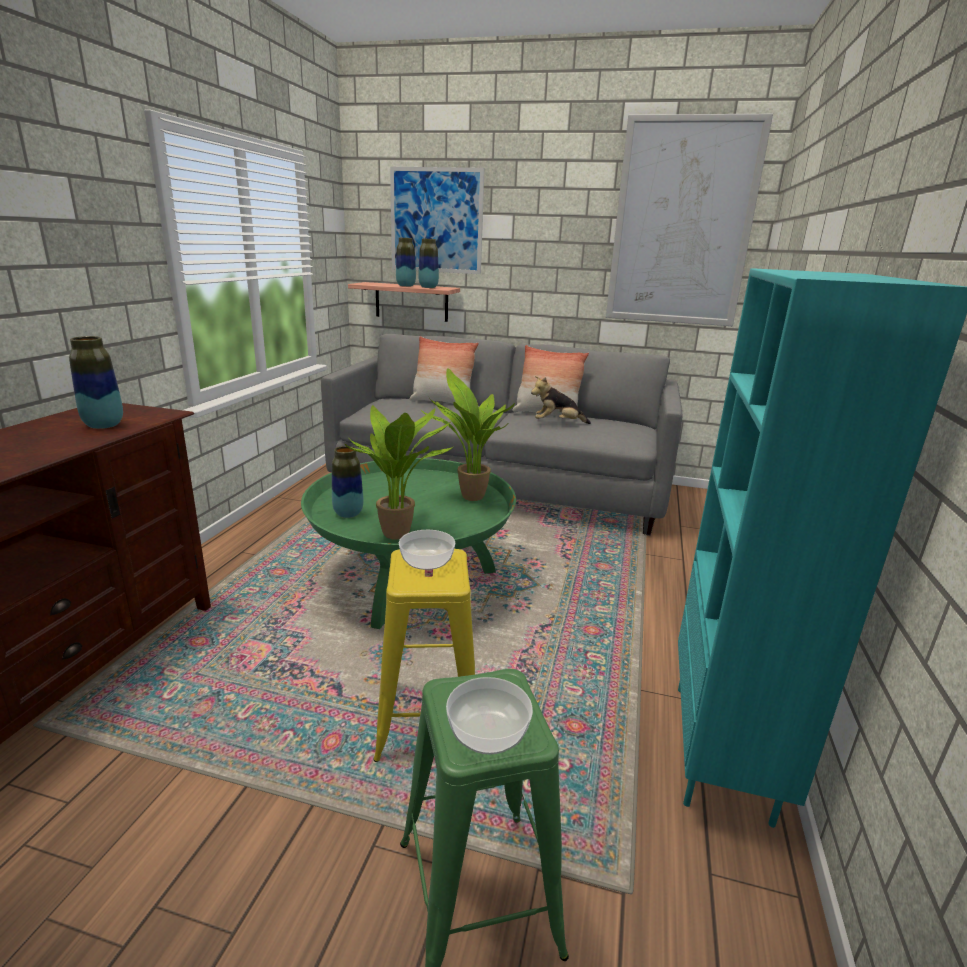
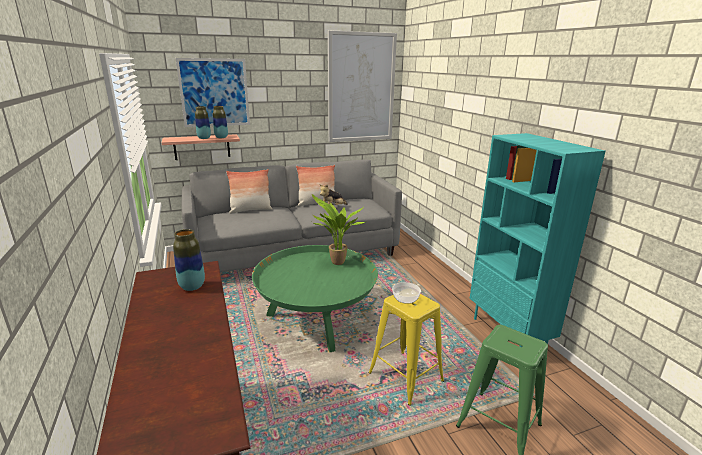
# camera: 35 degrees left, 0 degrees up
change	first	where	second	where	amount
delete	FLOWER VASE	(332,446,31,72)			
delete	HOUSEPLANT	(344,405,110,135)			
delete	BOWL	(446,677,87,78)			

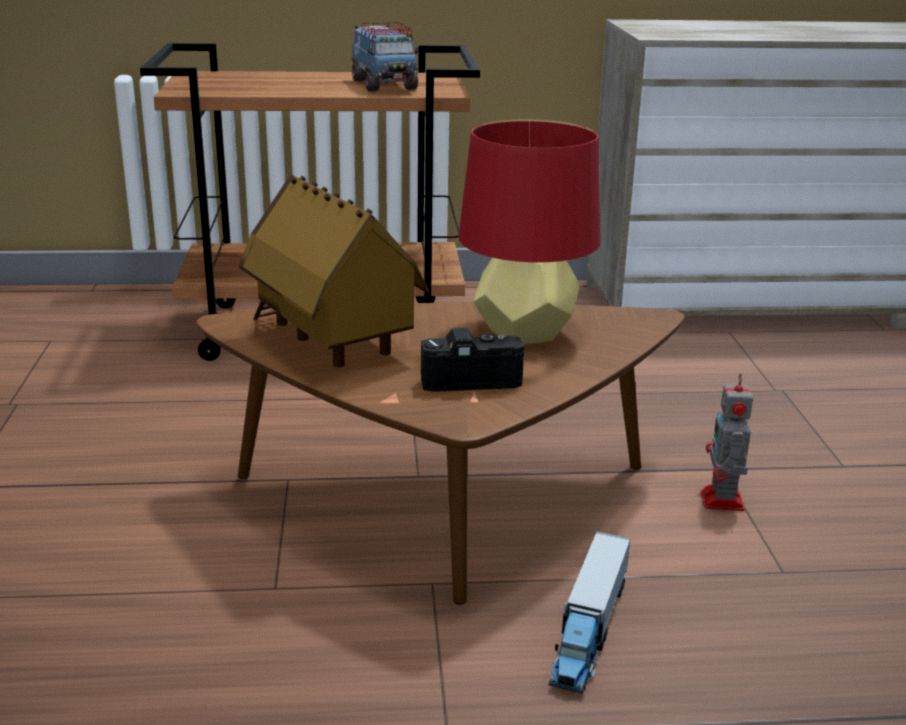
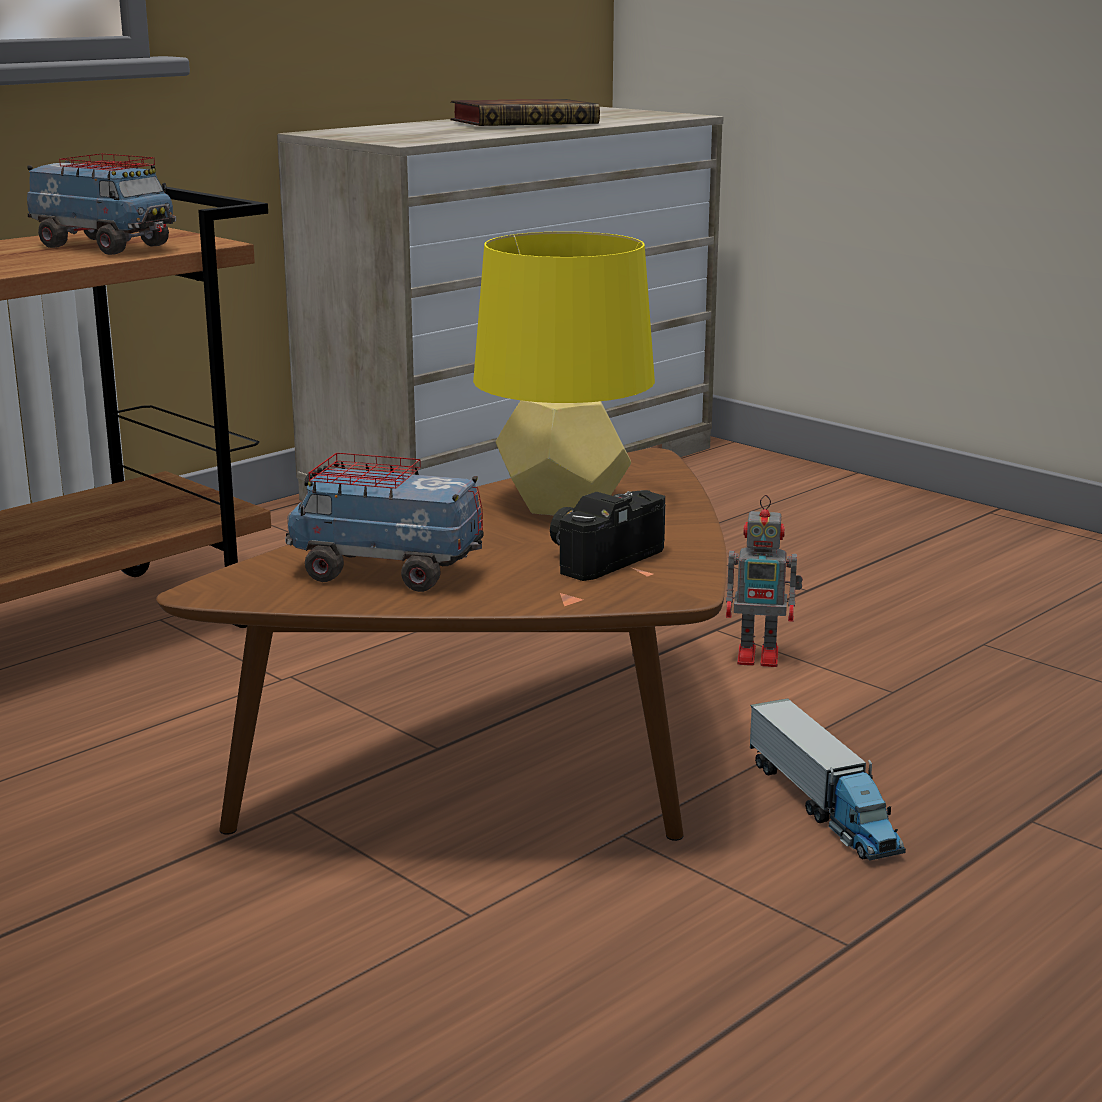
# camera: 40 degrees left, 5 degrees down
change	first	where	second	where	amount
replace	TOY HOUSE	(239,174,190,193)	TOY LORRY	(285,453,198,139)	
insert			BOOK	(450,99,150,27)	
recolor	RED-COLOURED LAMP FOR A TABLE	(458,119,142,225)	YELLOW-COLOURED LAMP FOR A TABLE	(473,232,182,284)	
rotate	TOY ROBOT	(701,373,52,138)		(726,495,77,172)	45 degrees counterclockwise

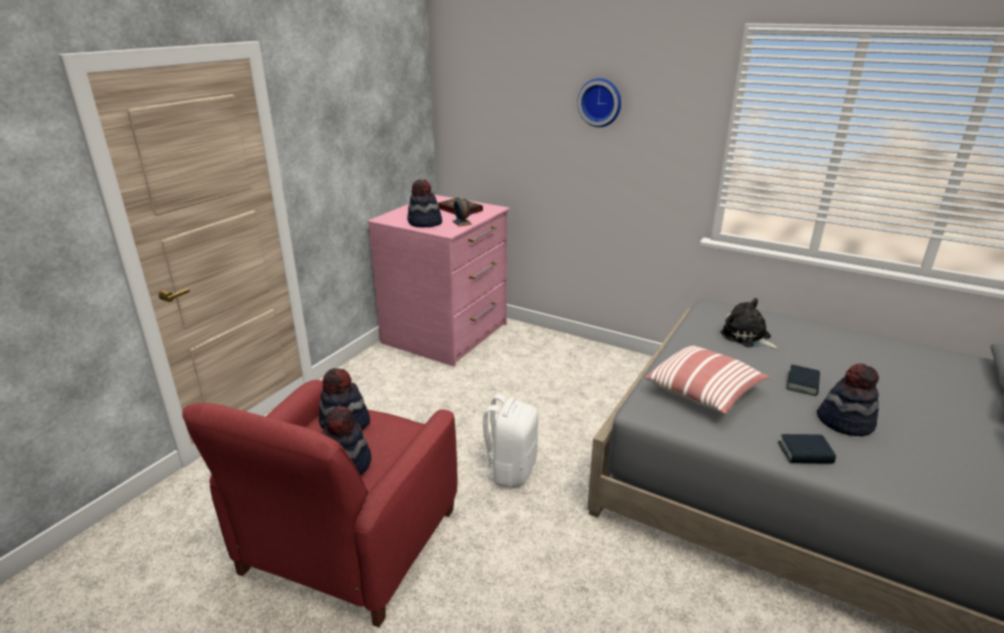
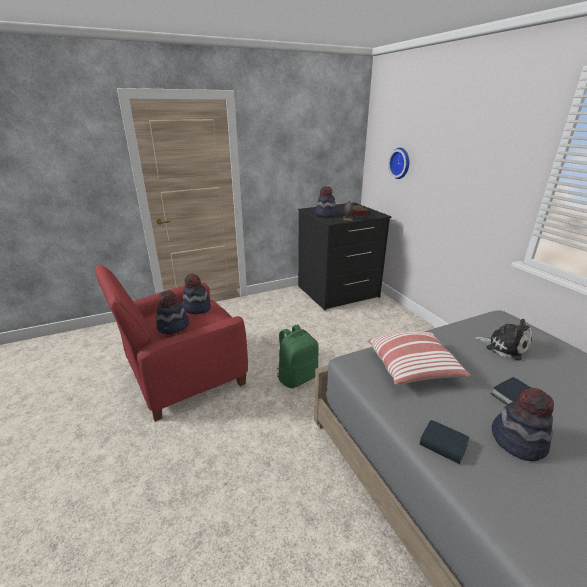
# camera: 35 degrees right, 0 degrees up
change	first	where	second	where	amount
recolor	WHITE KNAPSACK	(475,394,63,94)	GREENISH KNAPSACK	(277,324,42,64)	
recolor	PINKISH DRAWER CHEST	(367,195,143,172)	BLACK-COLOURED DRAWER CHEST	(298,202,93,108)	
move	HANGING CLOCK	(577,78,44,49)		(388,148,22,31)	
rotate	SOFT TOY	(720,298,60,51)		(474,319,58,42)	135 degrees clockwise

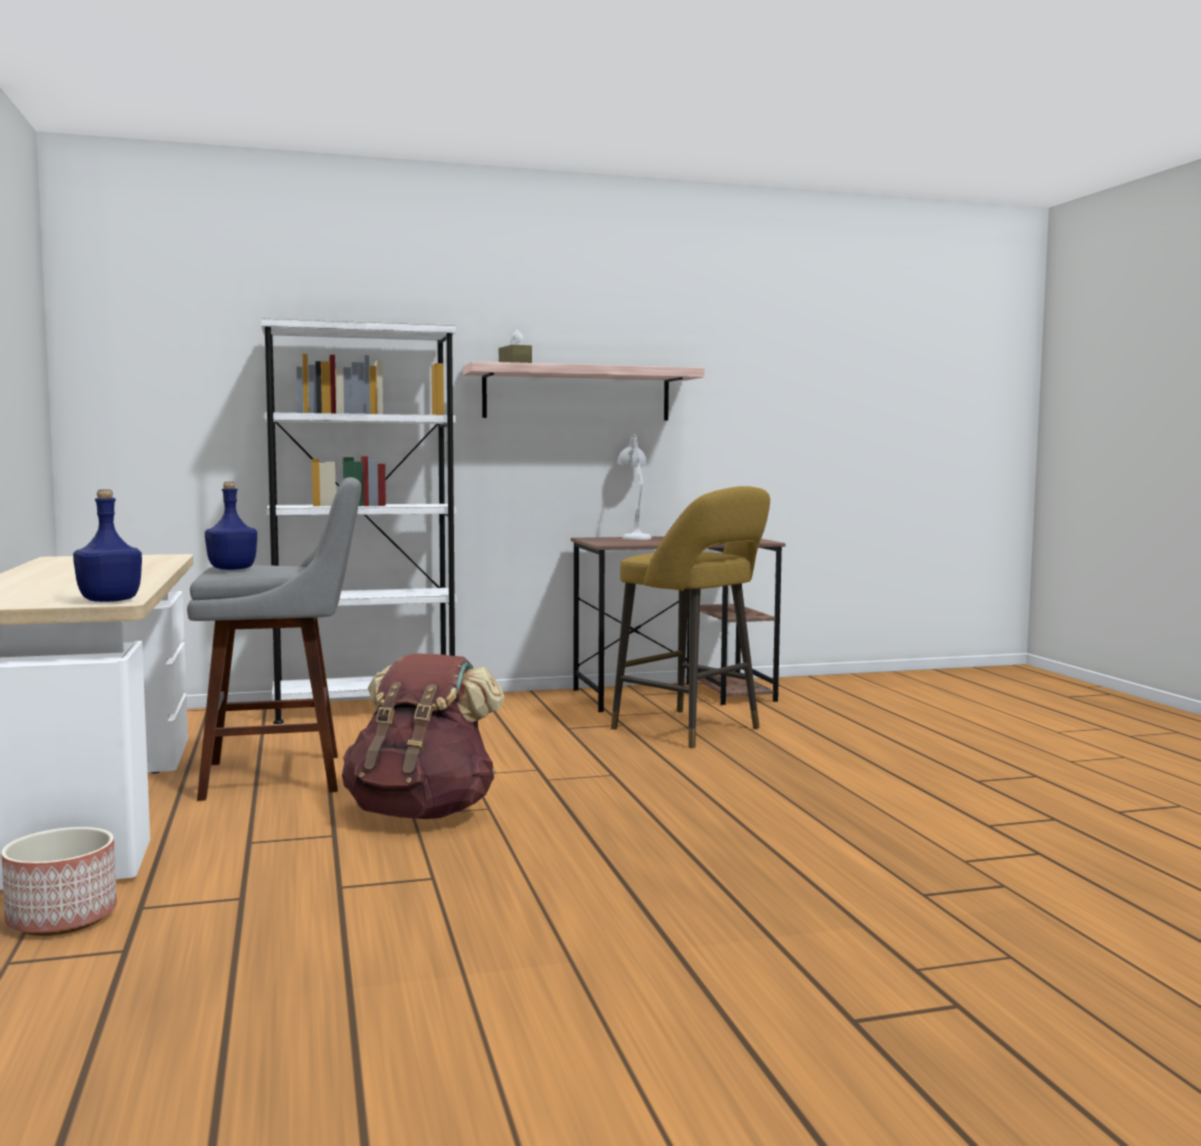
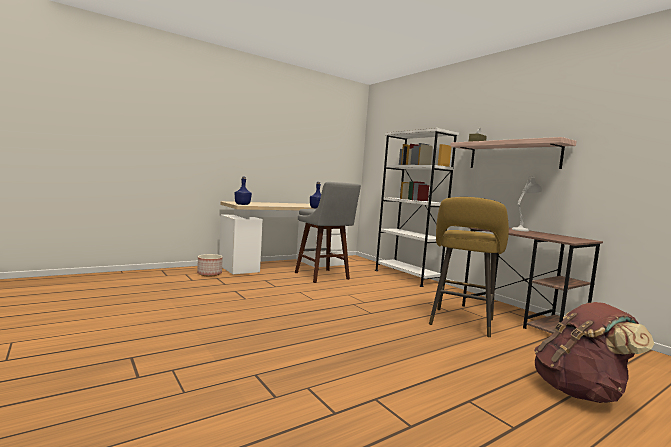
# camera: 70 degrees right, 0 degrees up
change	first	where	second	where	amount
move	BROWN-COLOURED KNAPSACK	(342,653,163,166)		(534,302,120,101)	

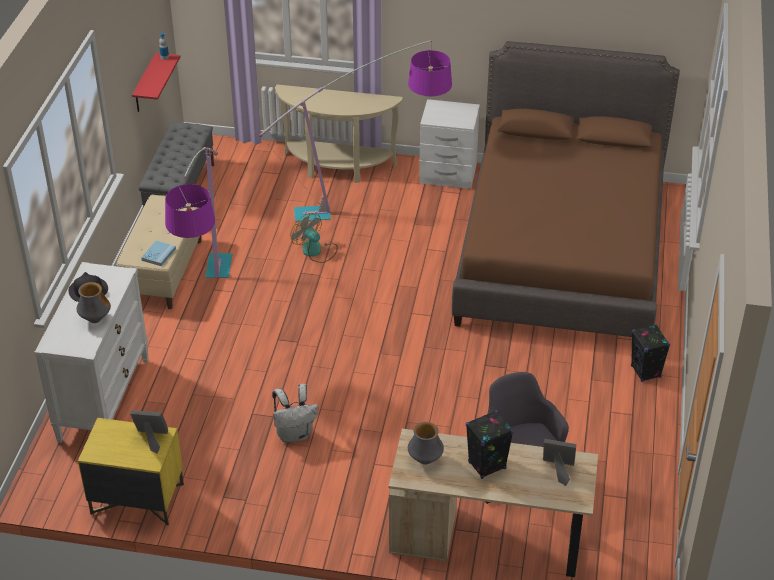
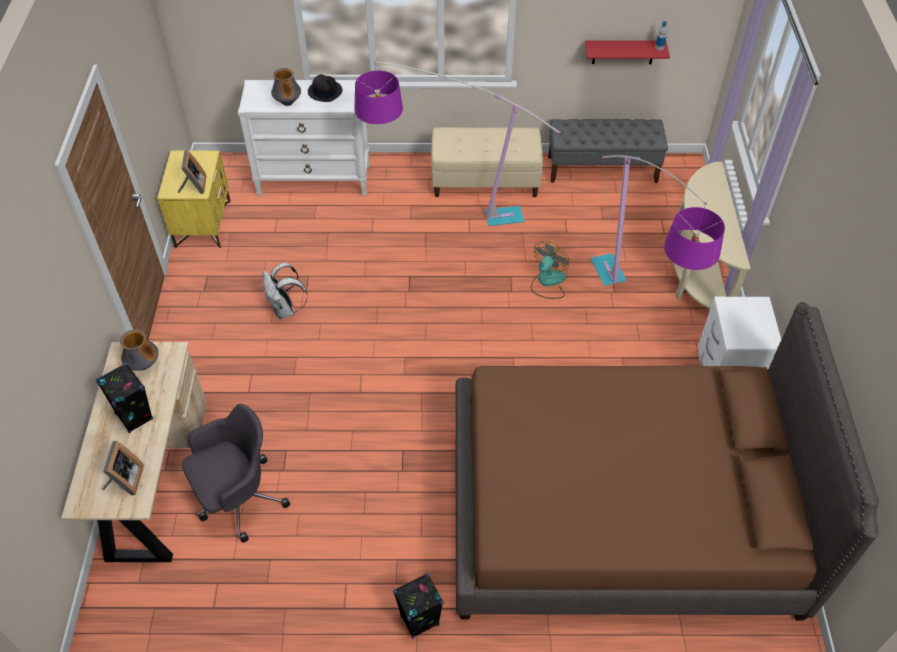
# camera: 80 degrees right, 10 degrees up
change	first	where	second	where	amount
delete	BLUE-COLOURED BOOK	(141,240,35,26)			

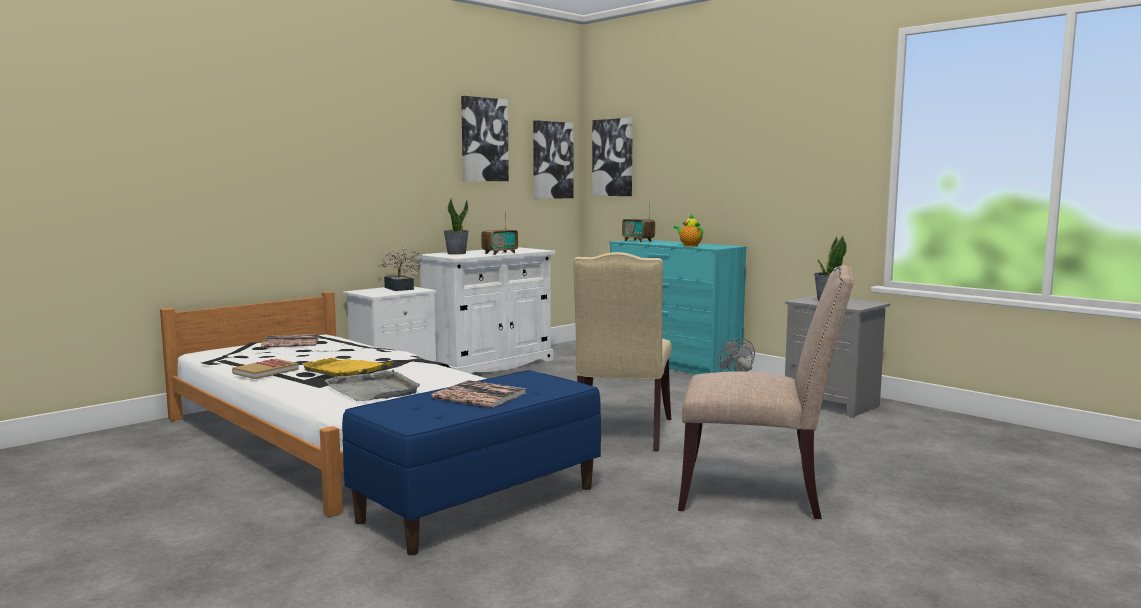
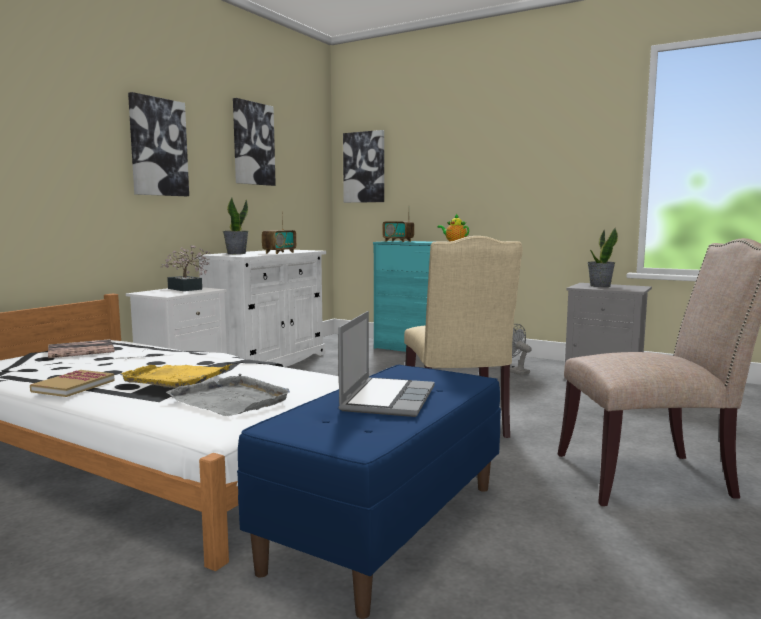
# camera: 15 degrees left, 0 degrees up
change	first	where	second	where	amount
move	PICTURE	(533,120,41,79)		(128,92,61,104)	
replace	BOOK	(431,380,95,28)	PORTABLE COMPUTER	(338,311,97,106)	

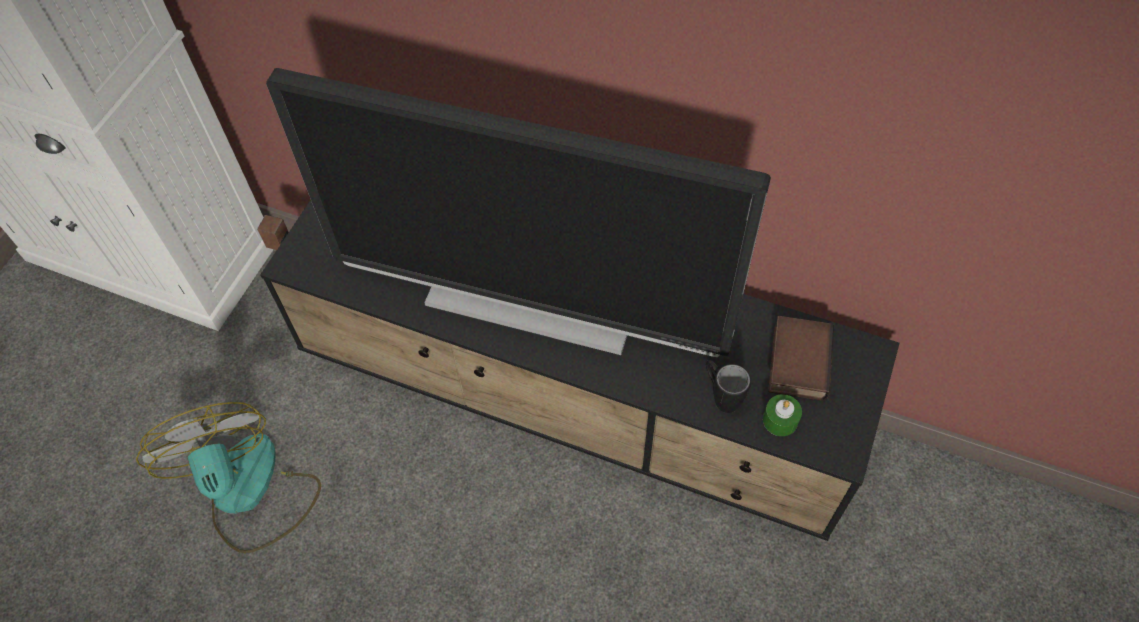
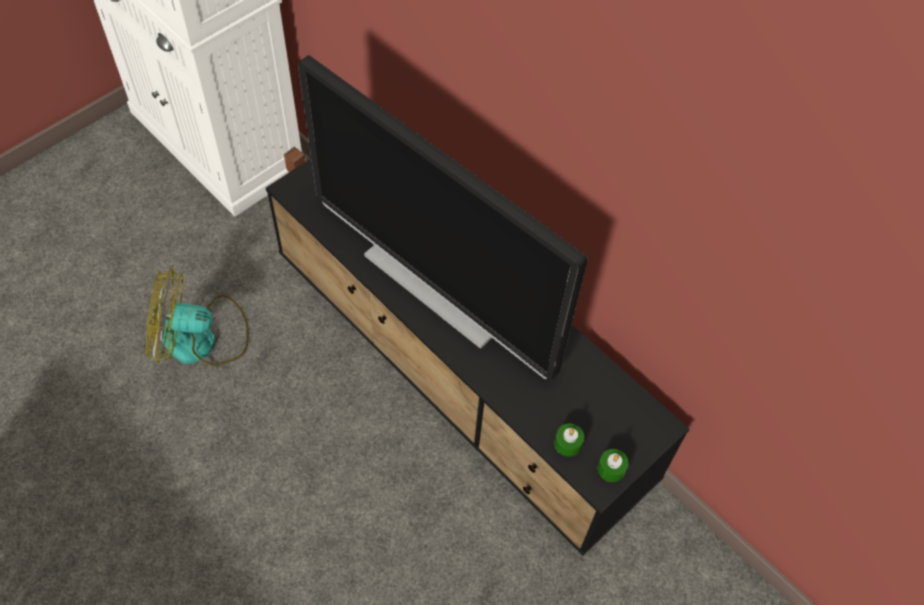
# camera: 20 degrees right, 0 degrees up
change	first	where	second	where	amount
rotate	FAN	(136,402,185,151)		(146,268,103,98)	90 degrees counterclockwise
insert			GREENISH WAX CANDLE	(598,449,30,33)	
delete	BLACK-COLOURED TEA MUG	(706,360,45,53)			
delete	BOOK	(768,316,66,85)			

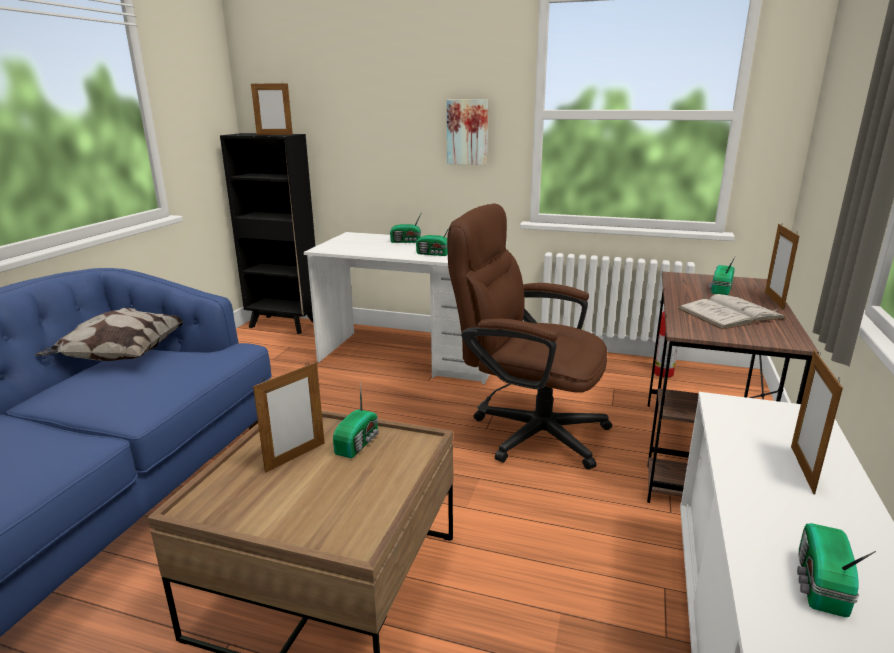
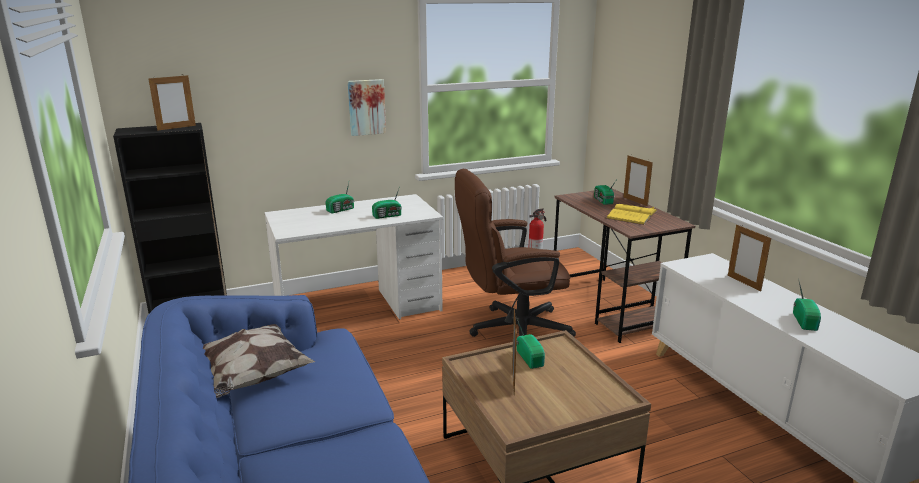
# camera: 40 degrees left, 0 degrees up
change	first	where	second	where	amount
recolor	WHITE BOOK	(677,294,109,35)	YELLOW-COLOURED BOOK	(606,204,51,21)	
rotate	RADIO RECEIVER	(797,523,79,94)		(793,278,28,53)	150 degrees counterclockwise

